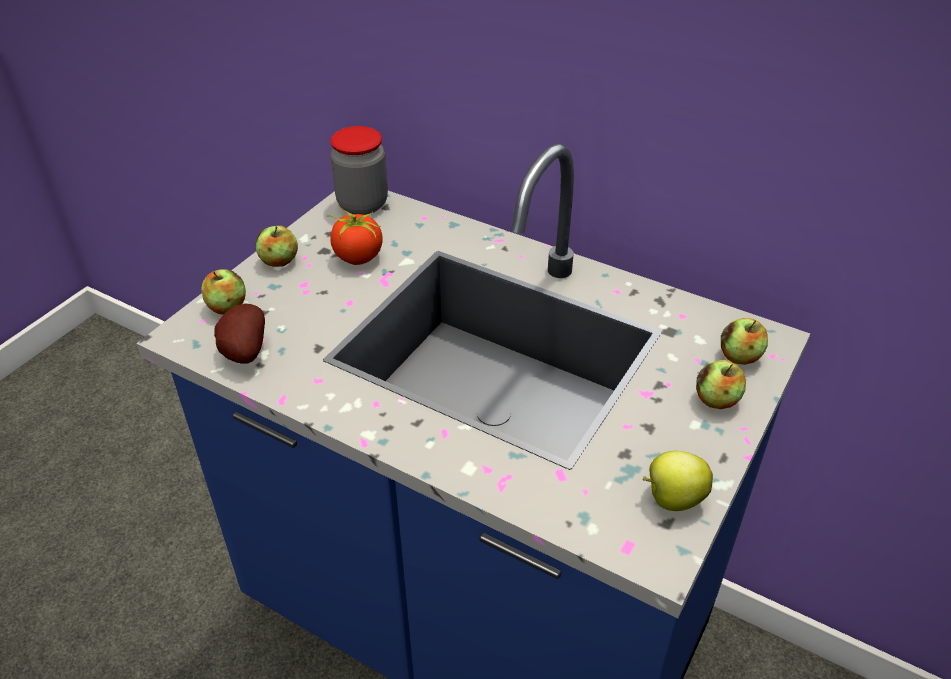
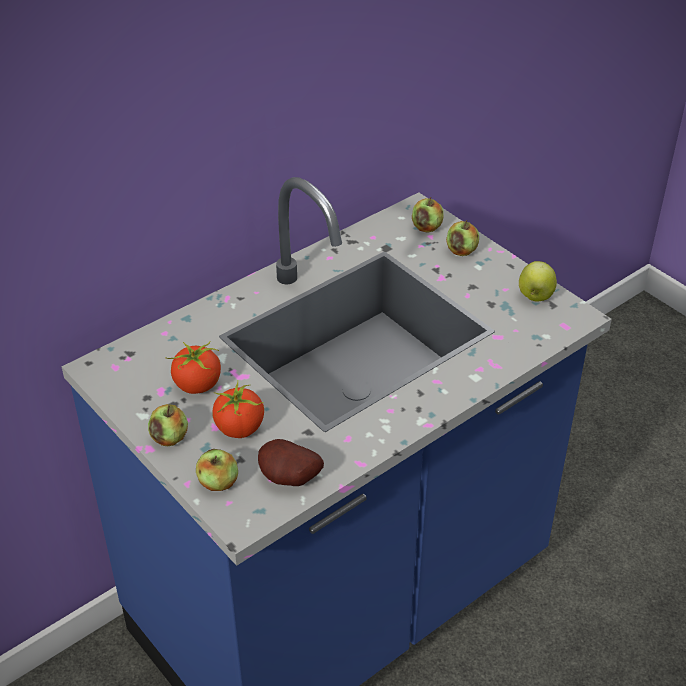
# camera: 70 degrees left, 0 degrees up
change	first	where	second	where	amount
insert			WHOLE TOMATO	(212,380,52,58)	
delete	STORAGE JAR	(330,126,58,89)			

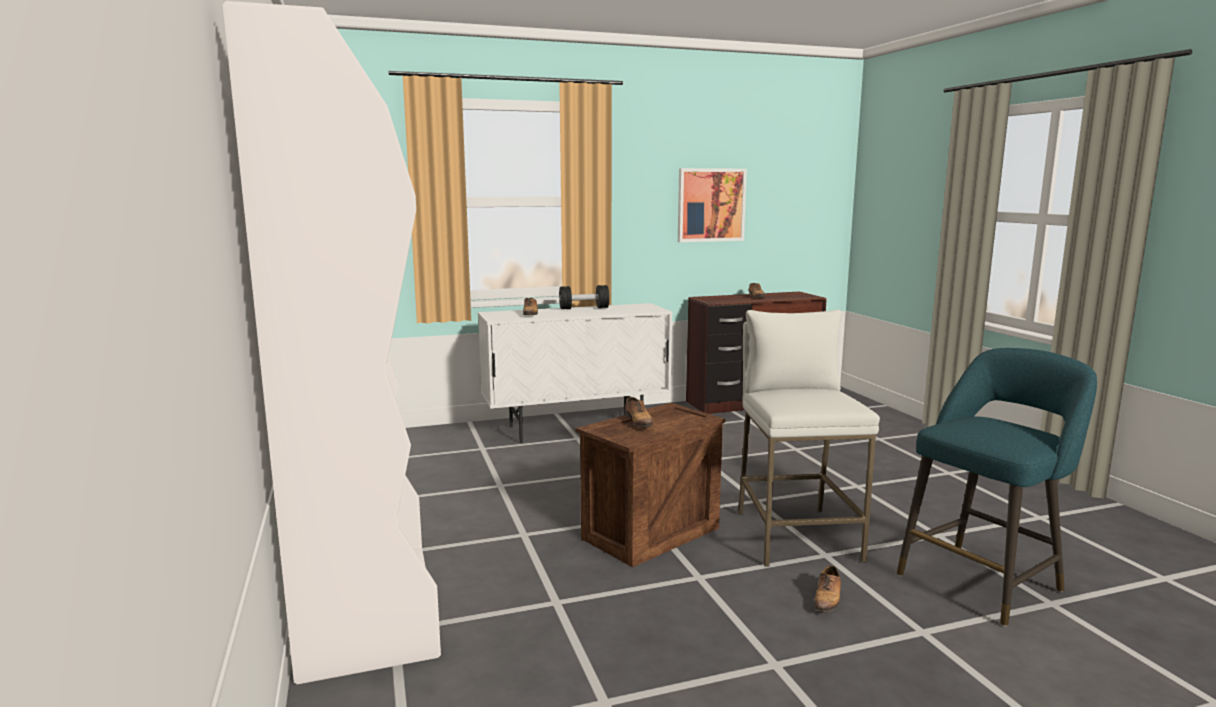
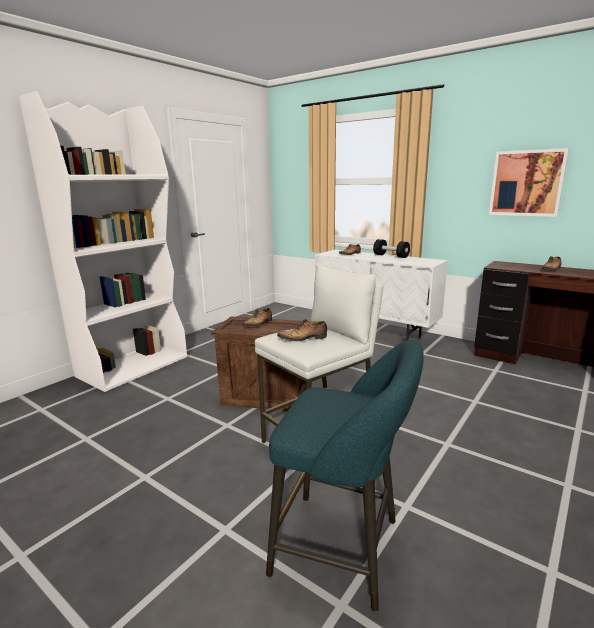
# camera: 55 degrees right, 5 degrees up
change	first	where	second	where	amount
move	LOW SHOE	(814,565,27,47)		(277,319,50,22)	

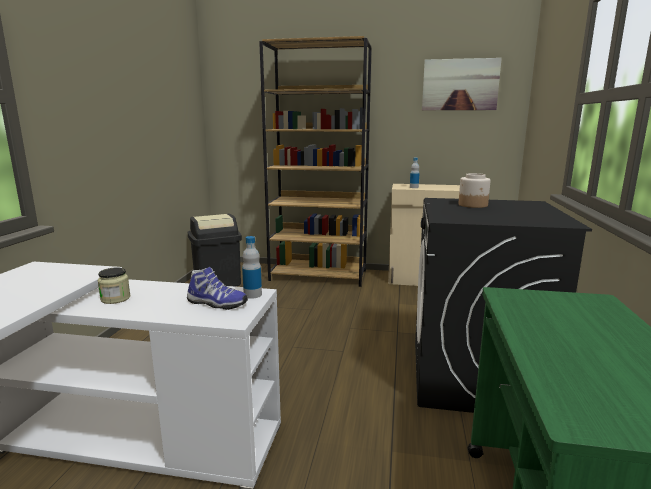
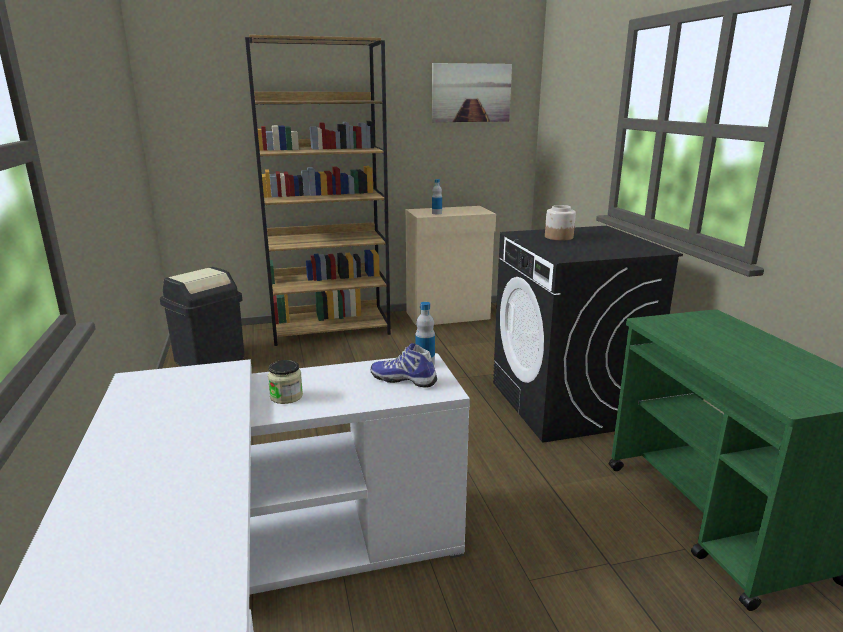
# camera: 25 degrees left, 5 degrees up
change	first	where	second	where	amount
rotate	LOW SHOE	(187,267,61,43)		(371,343,66,45)	150 degrees counterclockwise

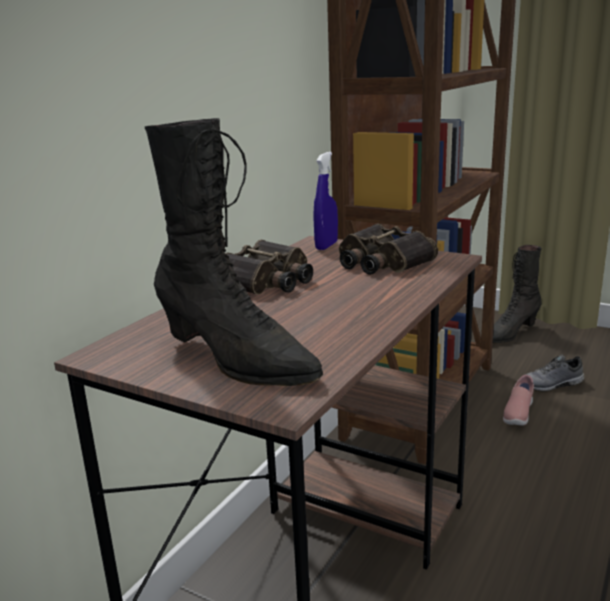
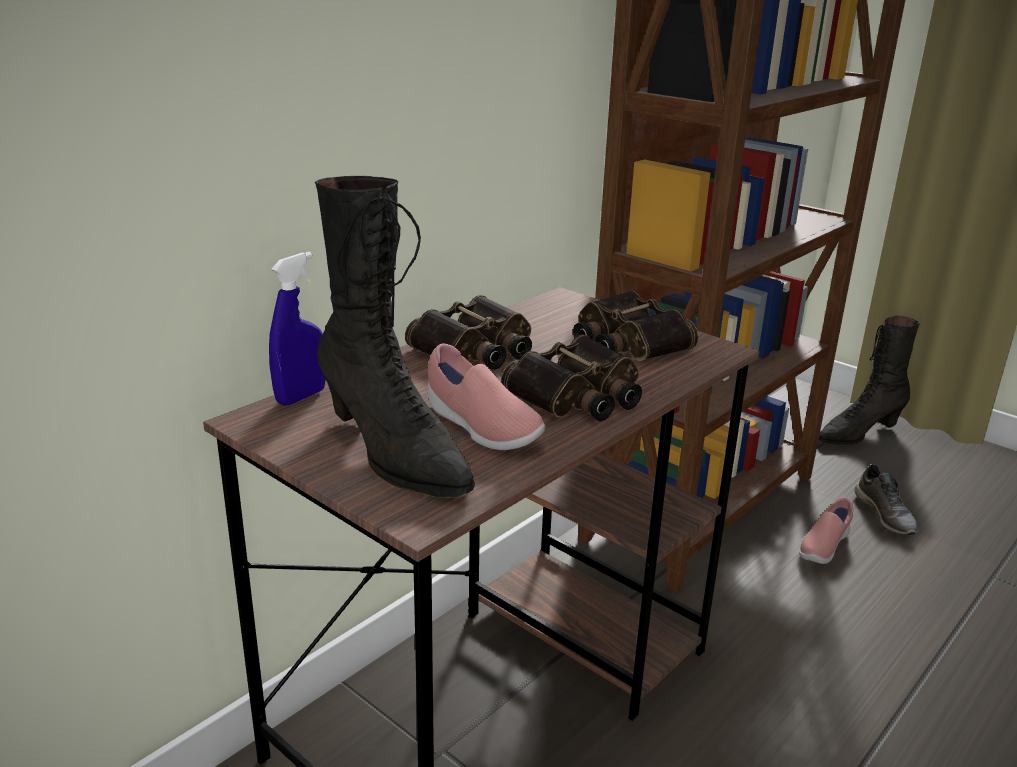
# camera: 10 degrees right, 5 degrees up
change	first	where	second	where	amount
move	BLUE-COLOURED SPRAYER	(313,152,25,98)		(269,252,57,154)	
insert			PINKISH LOW SHOE	(428,344,117,106)	
insert			FIELD GLASSES	(501,334,141,87)	
rotate	GREYISH LOW SHOE	(525,355,59,36)		(855,464,63,71)	105 degrees counterclockwise

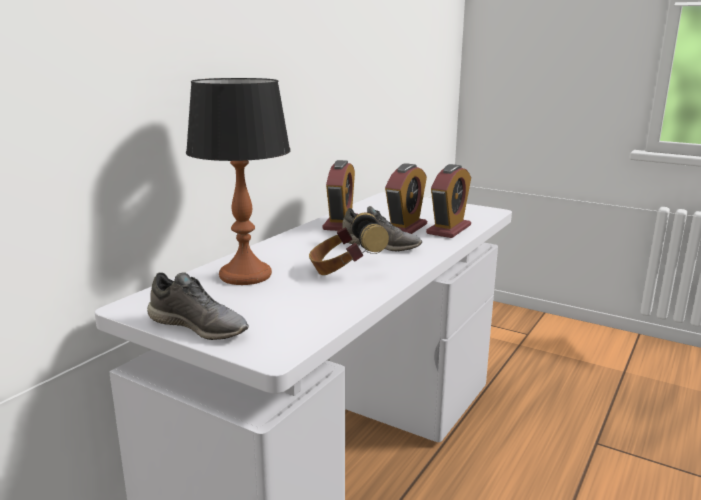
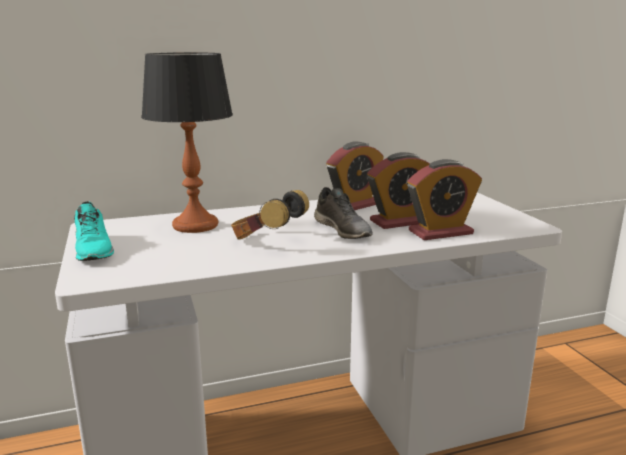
# camera: 40 degrees right, 0 degrees up
change	first	where	second	where	amount
recolor	GREYISH LOW SHOE	(147,272,102,68)	BLUE-GREEN LOW SHOE	(74,201,40,60)	

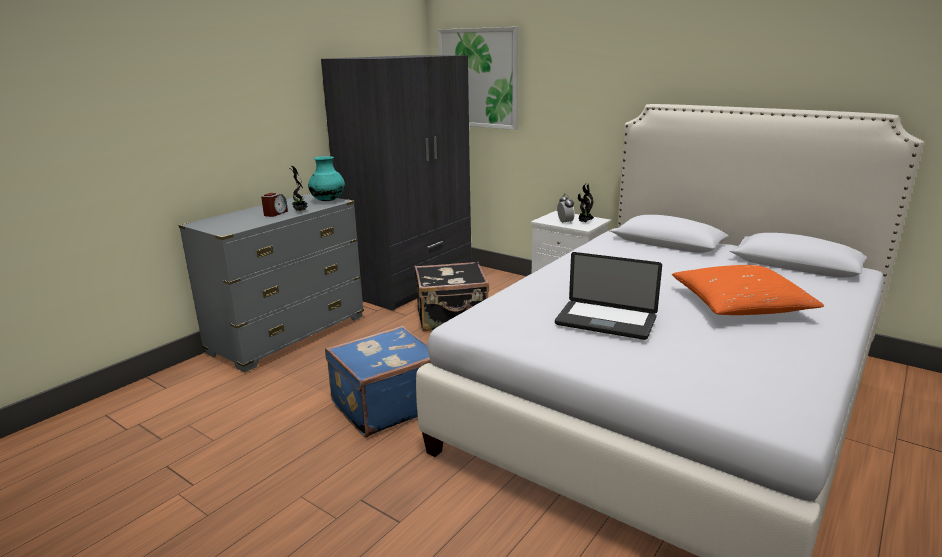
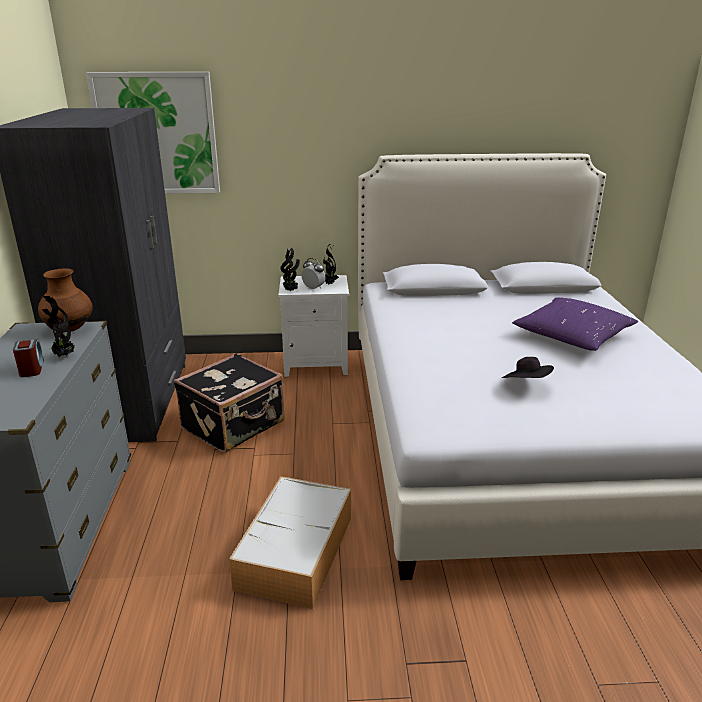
# camera: 40 degrees left, 5 degrees up
change	first	where	second	where	amount
recolor	BLUE-GREEN FLOWER VASE	(308,156,37,45)	BROWN-COLOURED FLOWER VASE	(38,268,55,64)	
replace	BLUE-COLOURED TRAVEL CASE	(325,325,106,112)	STORAGE BOX	(229,476,122,133)	
insert			HOUSEPLANT	(280,248,20,43)	
replace	PORTABLE COMPUTER	(555,252,107,88)	BLACK-COLOURED HAT	(502,357,52,21)	
recolor	ORANGEY CUSHION	(672,265,152,50)	PURPLE-COLOURED CUSHION	(512,298,126,53)	

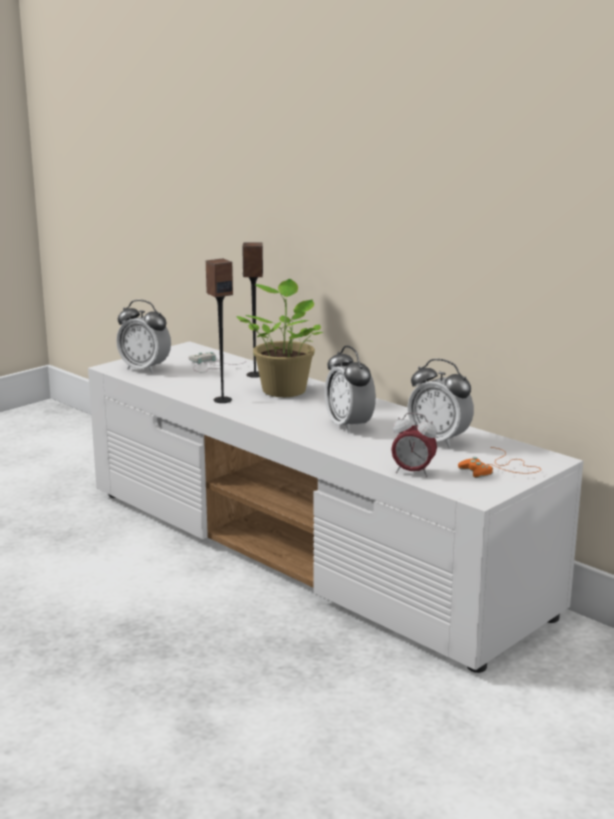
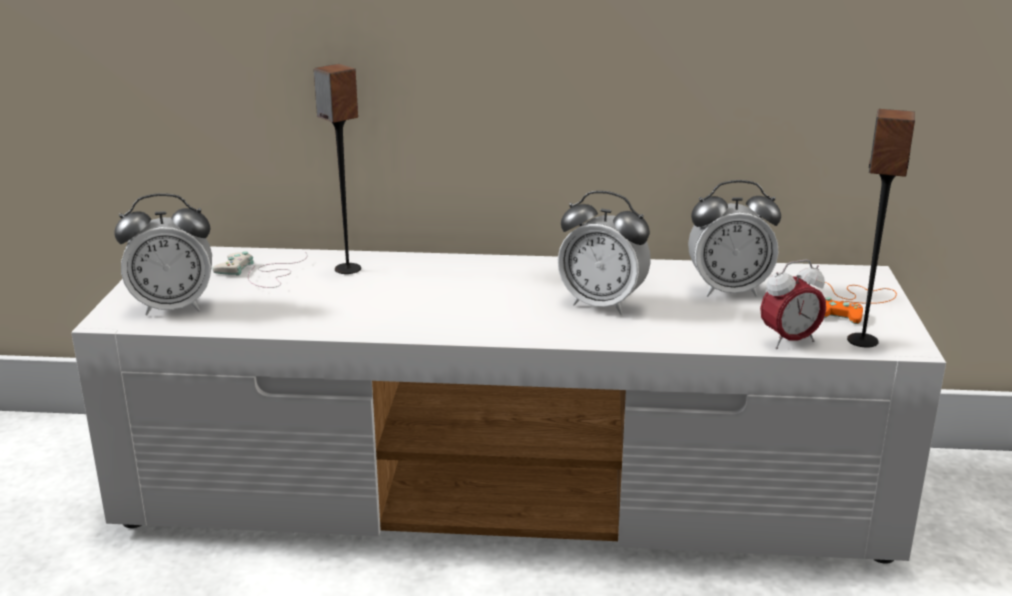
# camera: 40 degrees left, 5 degrees up
change	first	where	second	where	amount
move	LOUDSPEAKER	(206,258,27,145)		(847,109,68,239)	
delete	HOUSEPLANT	(236,279,87,118)			

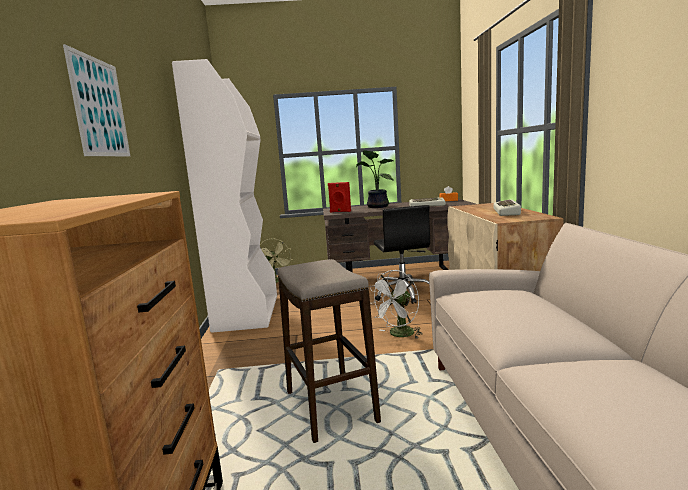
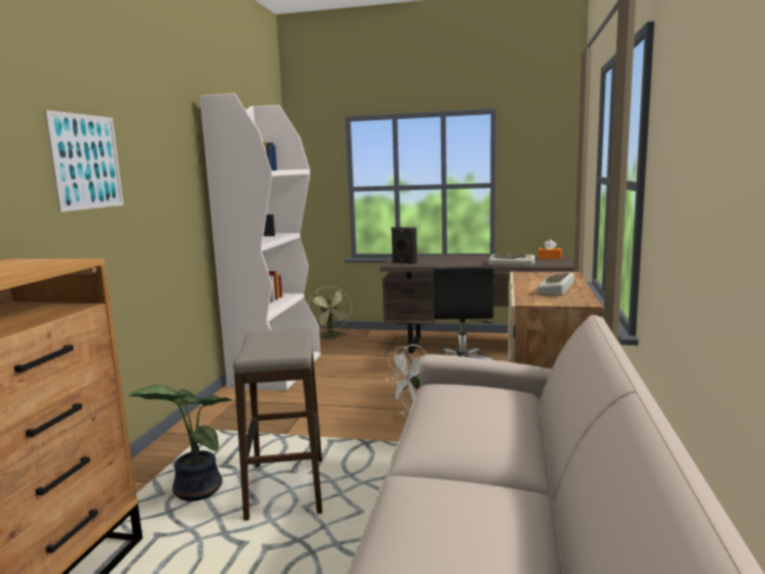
# camera: 15 degrees right, 0 degrees up
change	first	where	second	where	amount
move	HOUSEPLANT	(356,150,38,58)		(128,384,105,117)	
recolor	RED-COLOURED LOUDSPEAKER	(328,182,23,31)	BLACK-COLOURED LOUDSPEAKER	(391,227,26,37)	

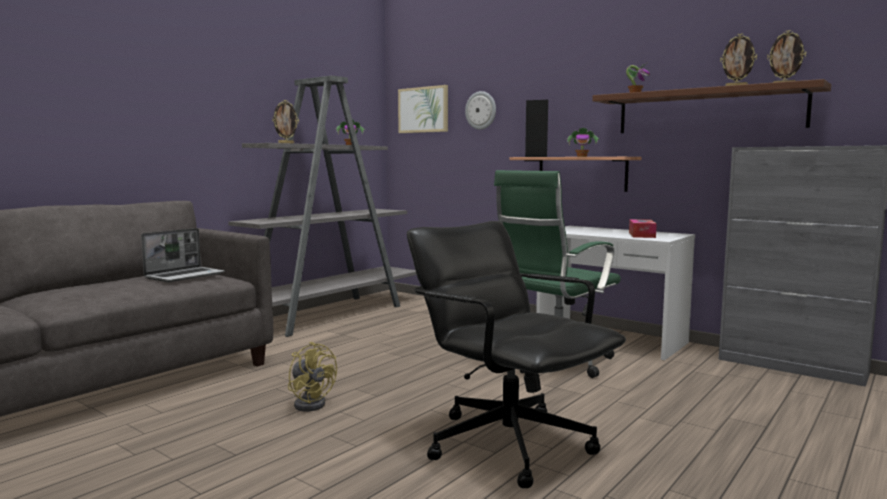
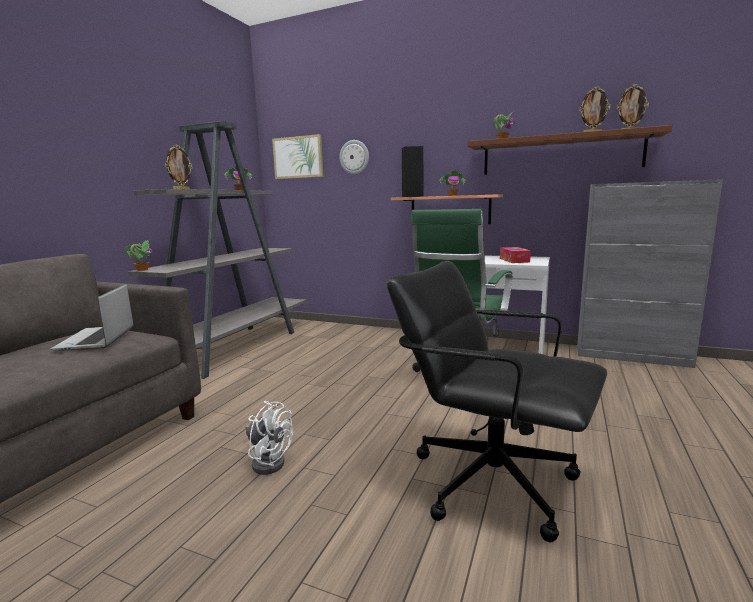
# camera: 15 degrees left, 5 degrees up
change	first	where	second	where	amount
rotate	PORTABLE COMPUTER	(141,228,84,54)		(51,284,82,67)	150 degrees clockwise
insert			HOUSEPLANT	(124,240,29,31)	
recolor	YELLOW-COLOURED FAN	(288,342,49,70)	WHITE FAN	(245,401,48,74)	

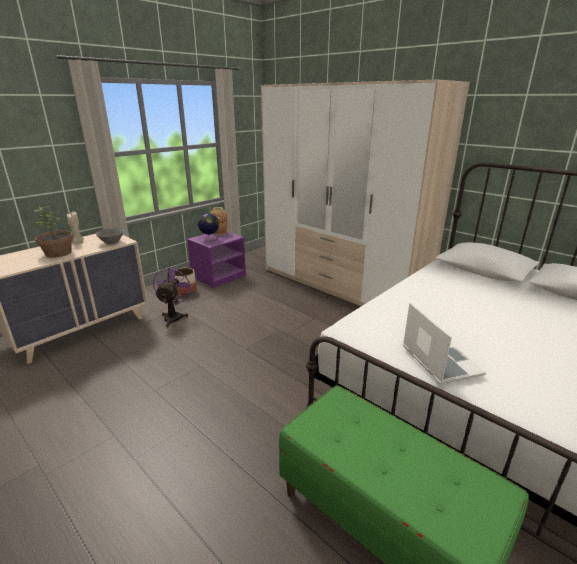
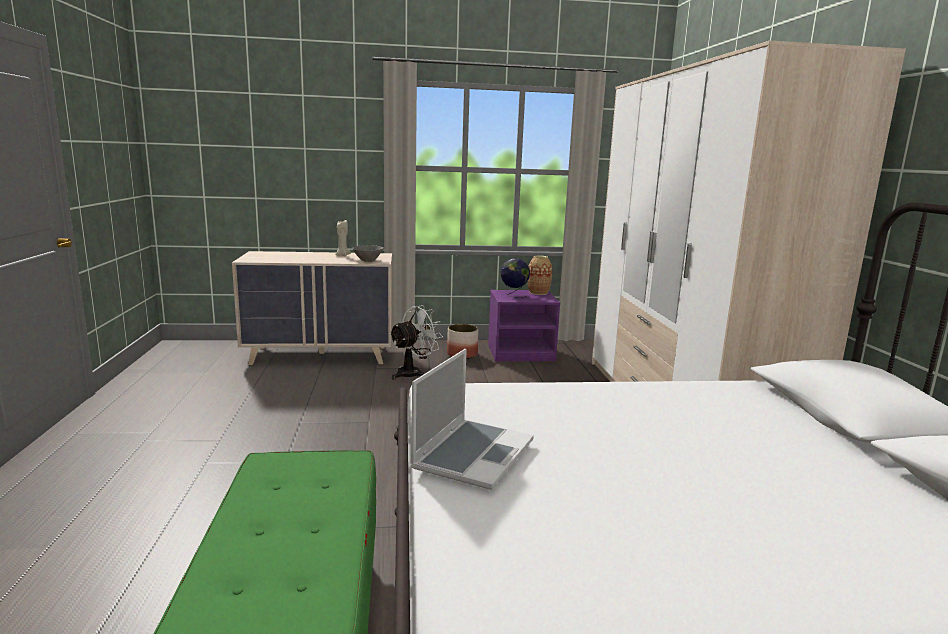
# camera: 40 degrees right, 10 degrees down
change	first	where	second	where	amount
recolor	PURPLE-COLOURED FAN	(153,266,40,61)	WHITE FAN	(389,305,54,75)	
delete	HOUSEPLANT	(34,206,39,52)			

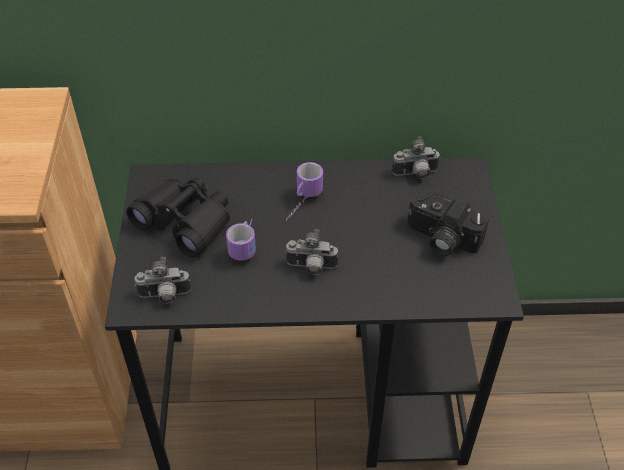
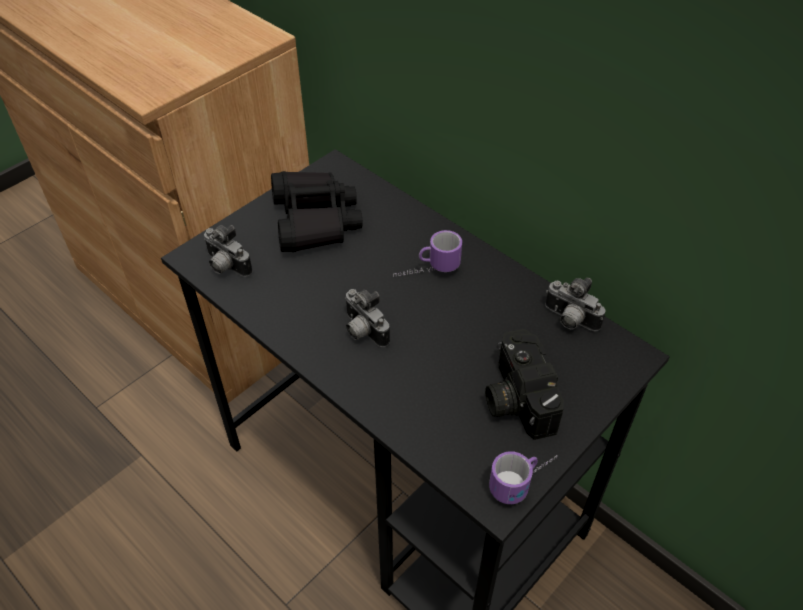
# camera: 45 degrees right, 0 degrees up
change	first	where	second	where	amount
move	TEA MUG	(226,219,30,42)		(489,451,68,53)	

